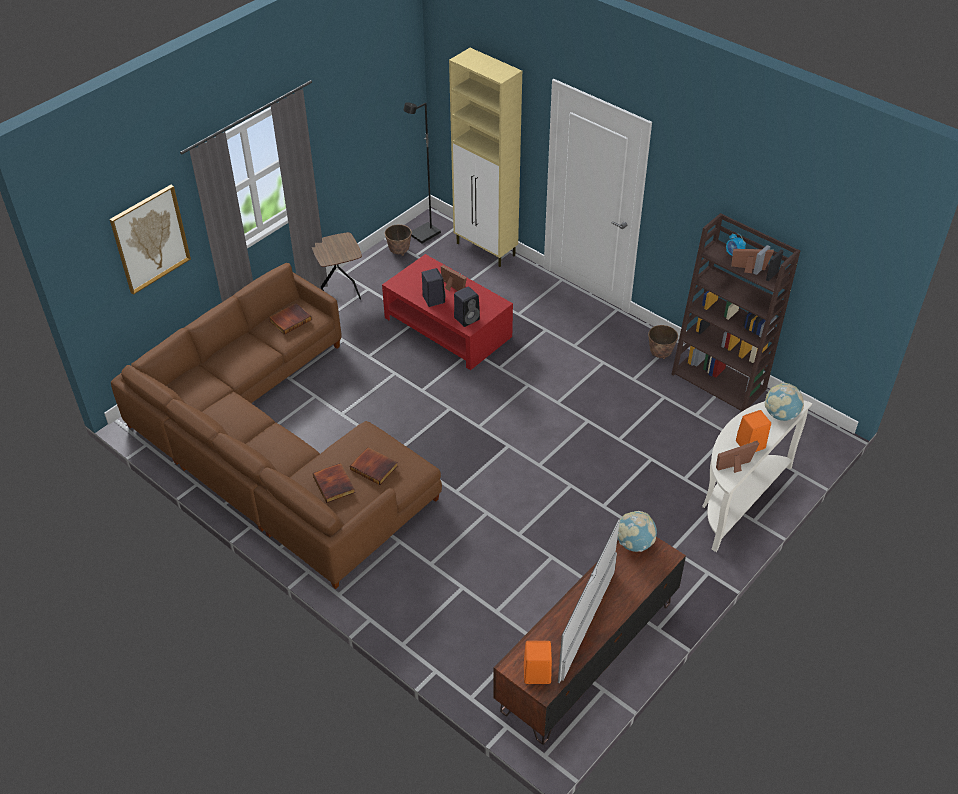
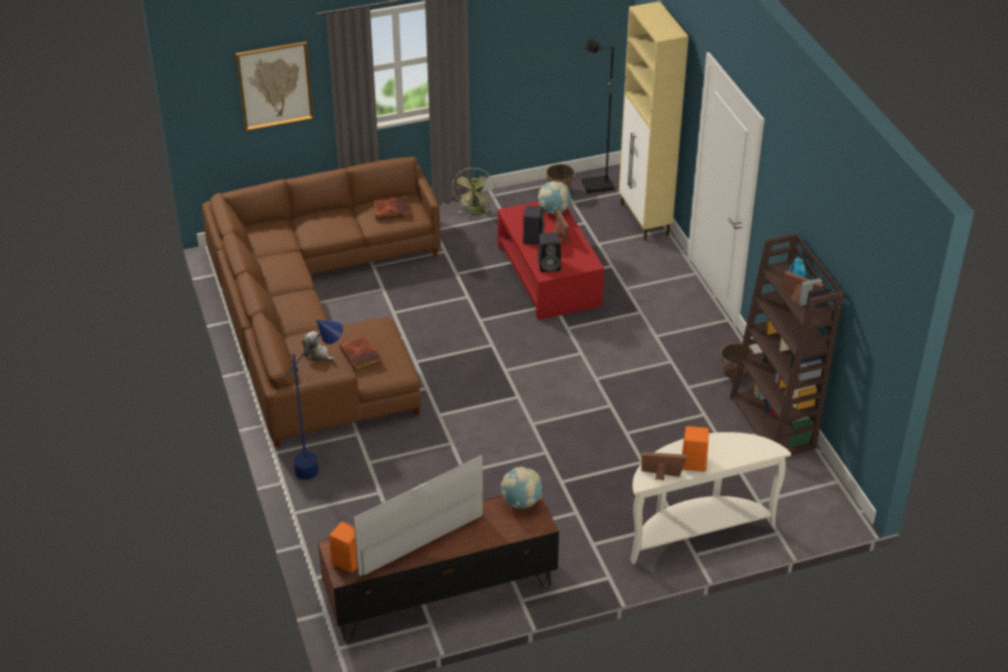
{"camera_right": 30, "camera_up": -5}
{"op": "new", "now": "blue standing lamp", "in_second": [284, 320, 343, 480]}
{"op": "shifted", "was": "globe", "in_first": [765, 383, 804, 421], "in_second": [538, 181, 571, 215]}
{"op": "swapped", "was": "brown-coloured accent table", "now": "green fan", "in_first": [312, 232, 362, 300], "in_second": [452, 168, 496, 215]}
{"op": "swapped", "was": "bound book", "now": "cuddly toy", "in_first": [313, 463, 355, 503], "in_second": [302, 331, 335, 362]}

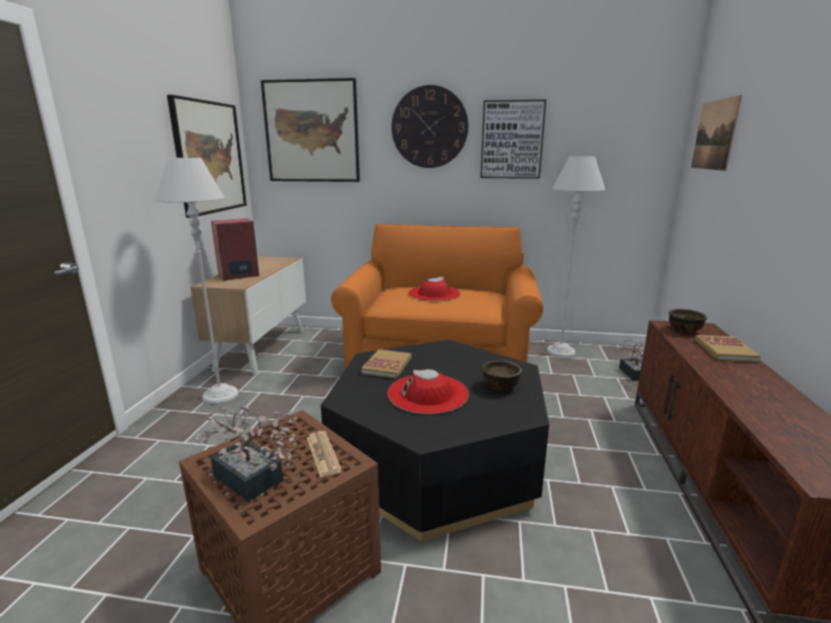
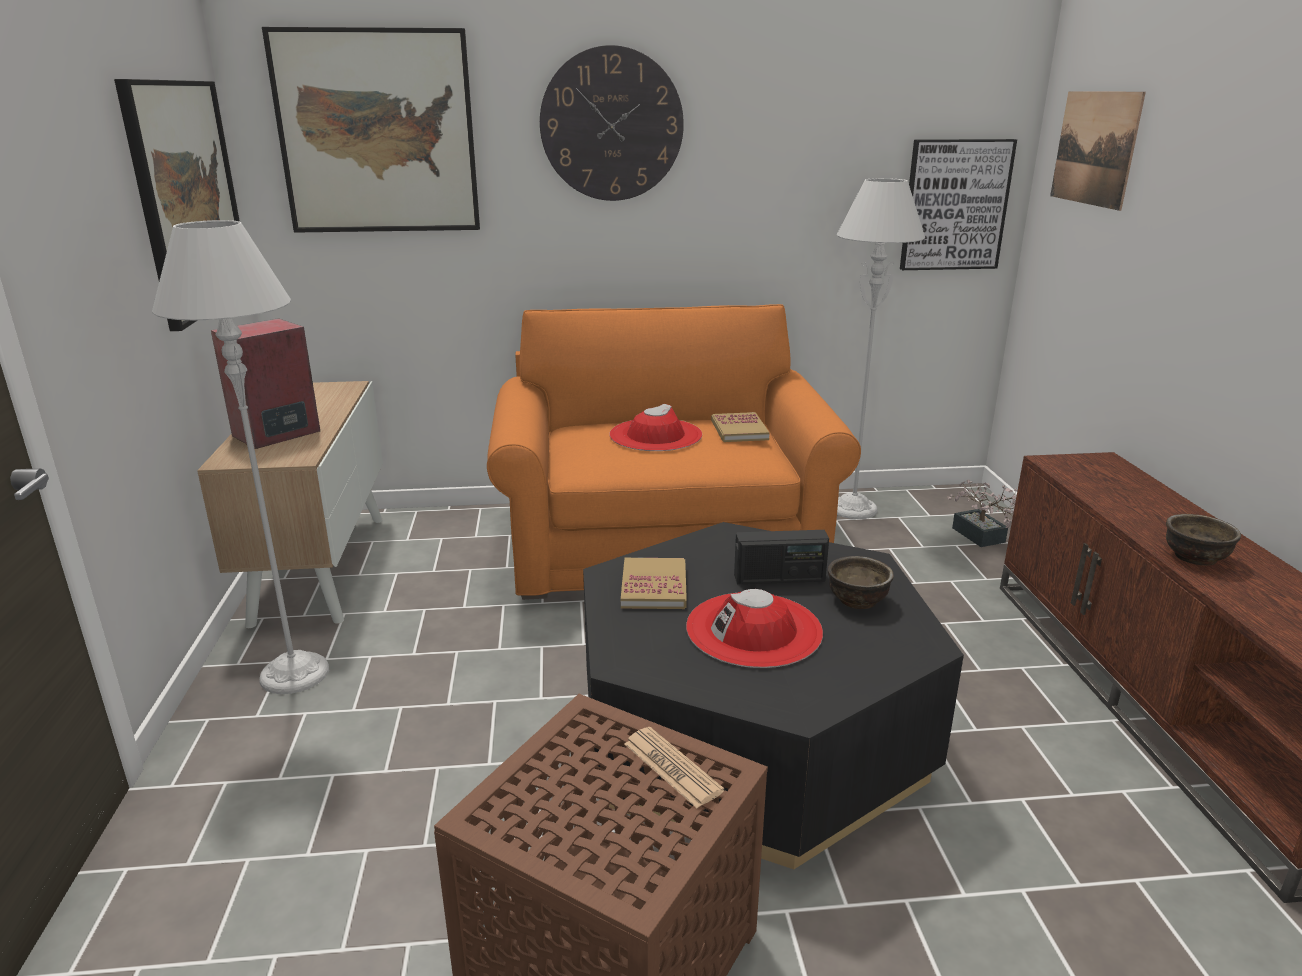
{"camera_right": -15, "camera_up": 5}
{"op": "gone", "was": "plant in a pot", "in_first": [194, 406, 298, 502]}
{"op": "new", "now": "radio receiver", "in_second": [734, 530, 829, 584]}
{"op": "shifted", "was": "wall picture", "in_first": [481, 100, 546, 178], "in_second": [900, 139, 1017, 270]}
{"op": "shifted", "was": "brown-coloured serving bowl", "in_first": [669, 309, 707, 334], "in_second": [1166, 514, 1241, 566]}
{"op": "shifted", "was": "bound book", "in_first": [695, 335, 761, 363], "in_second": [711, 412, 770, 442]}

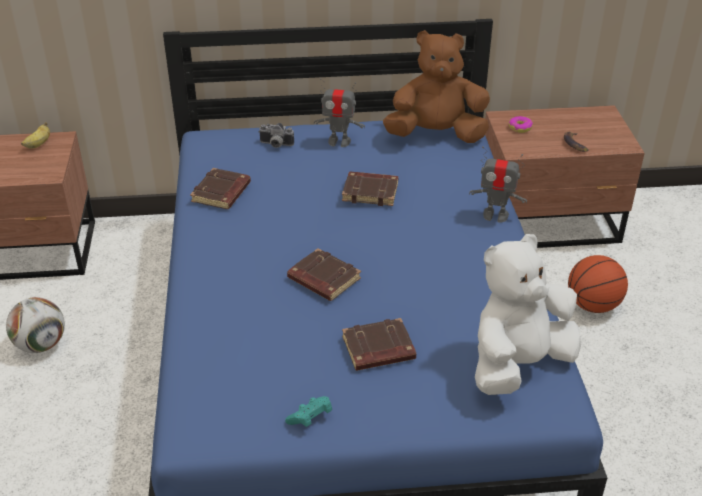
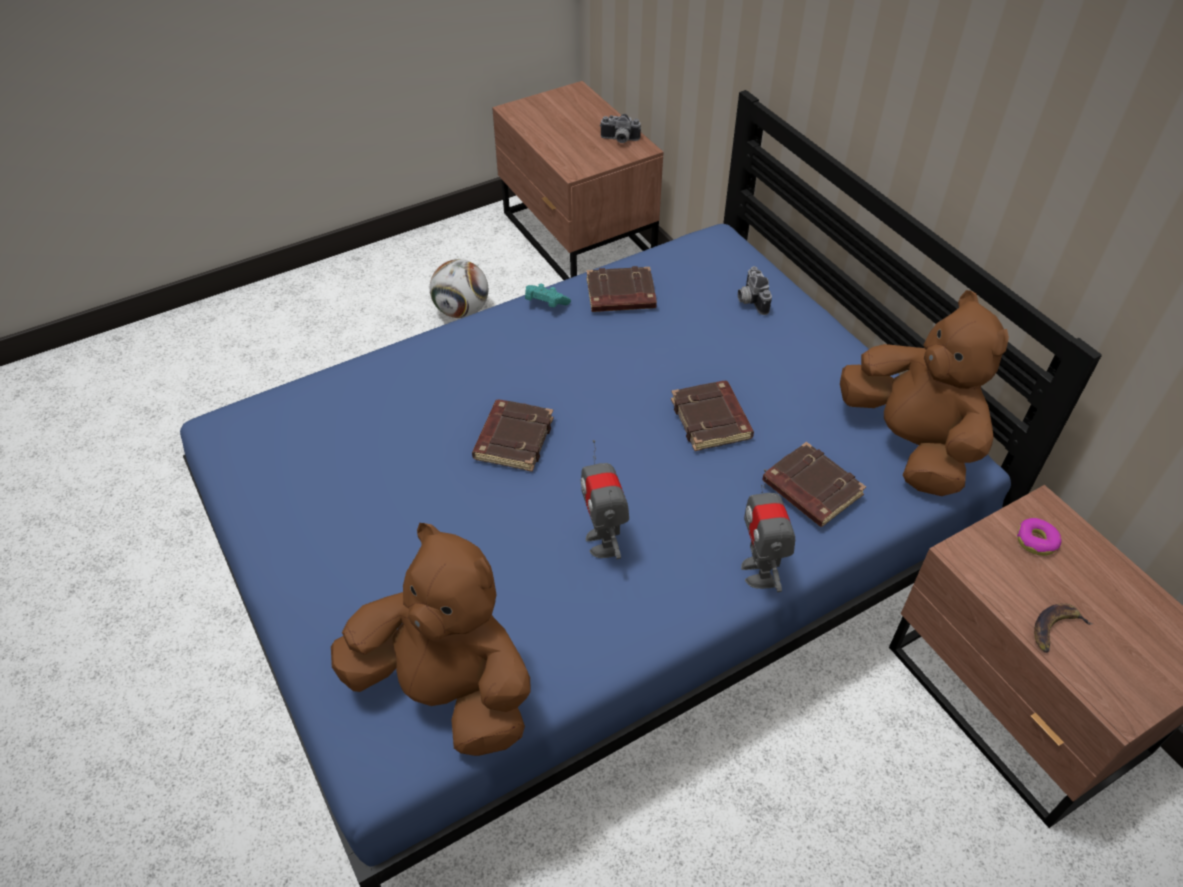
{"camera_right": 65, "camera_up": 10}
{"op": "gone", "was": "ball for basketball", "in_first": [568, 255, 628, 313]}
{"op": "shifted", "was": "turquoise gamepad", "in_first": [285, 396, 332, 427], "in_second": [525, 284, 571, 308]}
{"op": "shifted", "was": "toy robot", "in_first": [314, 78, 365, 147], "in_second": [581, 440, 629, 559]}
{"op": "shifted", "was": "brown-coloured bound book", "in_first": [342, 318, 416, 371], "in_second": [762, 442, 866, 527]}
{"op": "swapped", "was": "whole banana", "now": "photo camera", "in_first": [21, 122, 50, 149], "in_second": [600, 114, 641, 143]}
{"op": "repainted", "was": "white-coloured cuddly toy", "now": "brown-coloured cuddly toy", "in_first": [475, 234, 581, 395], "in_second": [331, 523, 530, 756]}

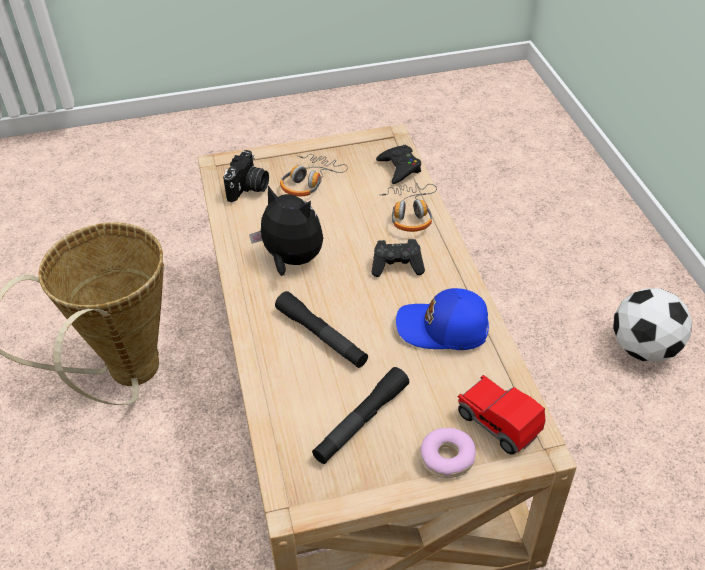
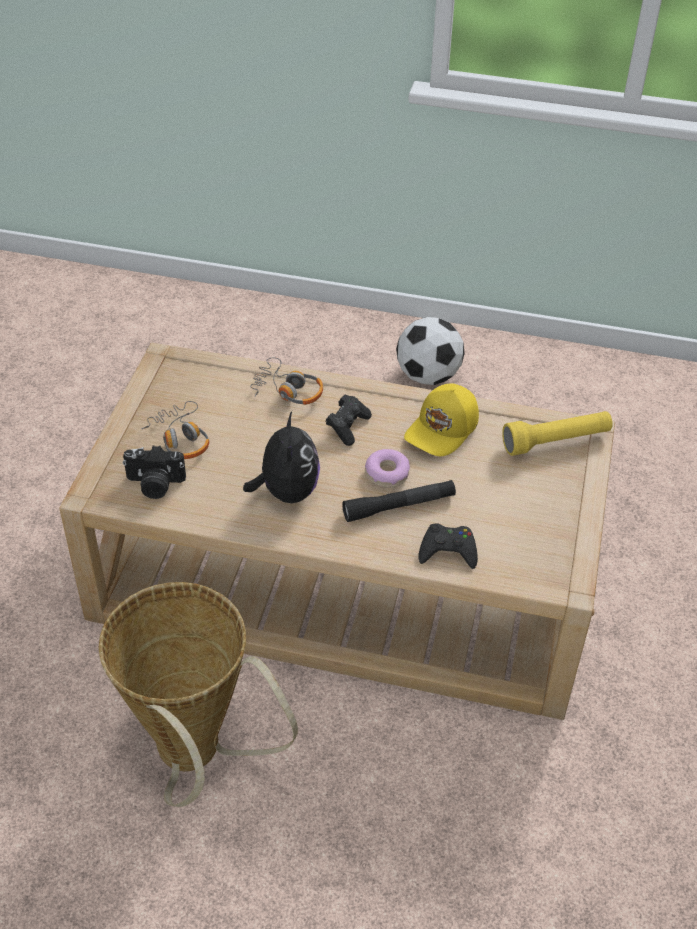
{"camera_right": -65, "camera_up": 0}
{"op": "gone", "was": "black-coloured torch", "in_first": [312, 367, 409, 464]}
{"op": "shifted", "was": "black-coloured gamepad", "in_first": [376, 145, 421, 184], "in_second": [418, 523, 478, 569]}
{"op": "shifted", "was": "donut", "in_first": [420, 428, 476, 478], "in_second": [365, 449, 410, 488]}
{"op": "swapped", "was": "model car", "now": "yellow torch", "in_first": [457, 375, 546, 455], "in_second": [502, 411, 613, 456]}
{"op": "repainted", "was": "blue peaked cap", "now": "yellow peaked cap", "in_first": [396, 288, 489, 350], "in_second": [404, 383, 479, 456]}
{"op": "rotated", "was": "photo camera", "in_first": [223, 150, 269, 202], "in_second": [122, 445, 186, 499], "clockwise": 135}
{"op": "rotated", "was": "cuddly toy", "in_first": [249, 186, 323, 276], "in_second": [243, 411, 320, 503], "clockwise": 120}

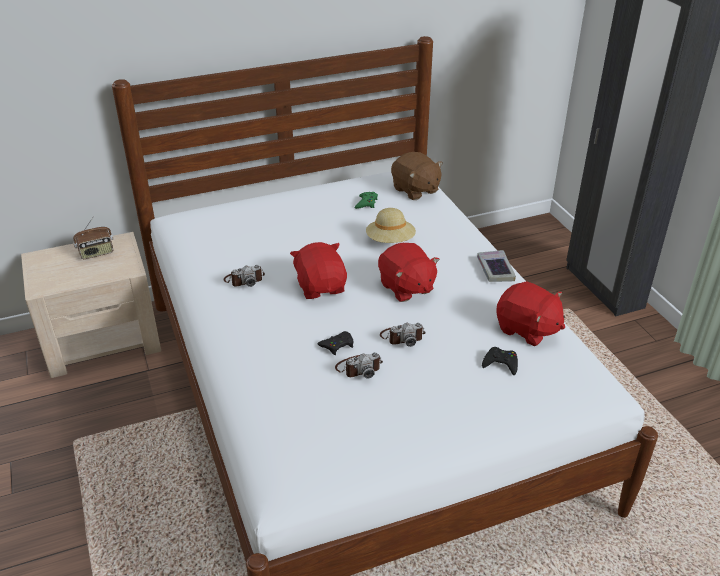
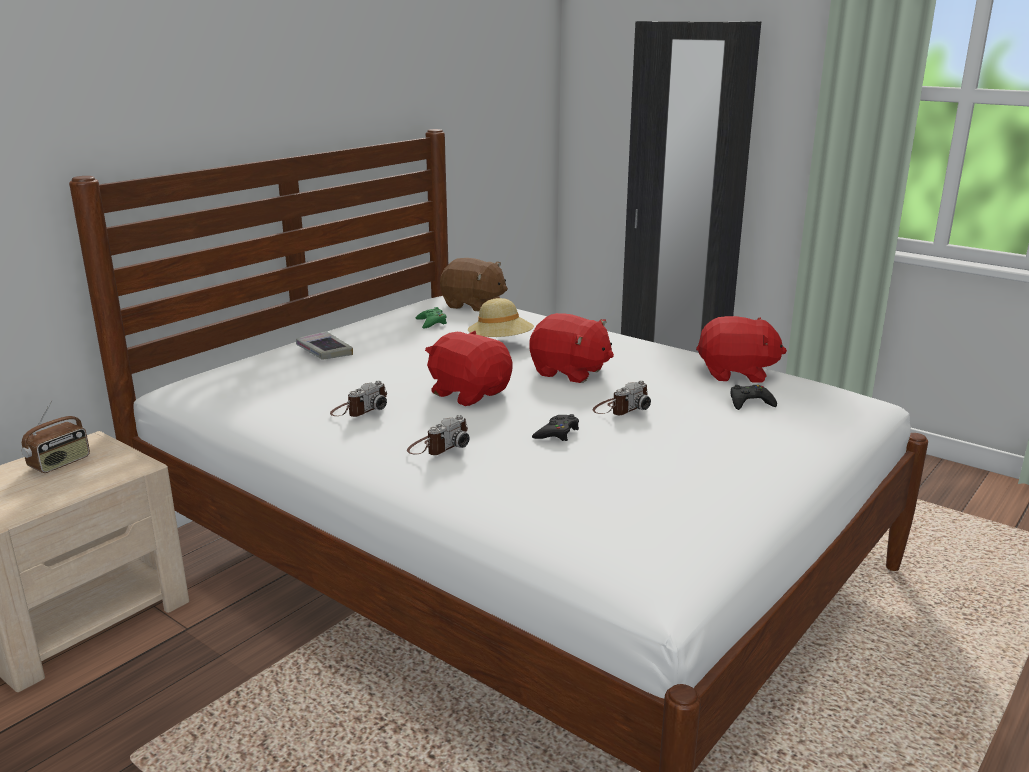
{"camera_right": -30, "camera_up": -15}
{"op": "shifted", "was": "photo camera", "in_first": [335, 352, 383, 379], "in_second": [407, 415, 469, 455]}
{"op": "shifted", "was": "bound book", "in_first": [477, 250, 516, 282], "in_second": [296, 331, 353, 359]}

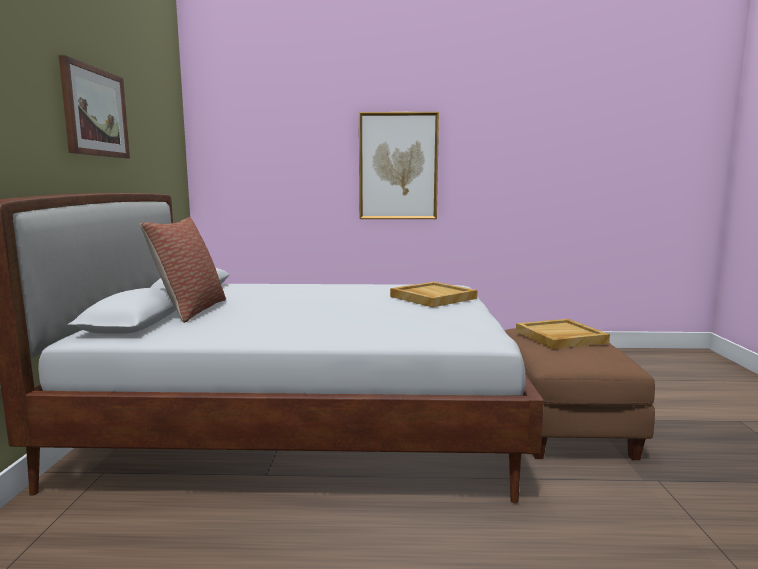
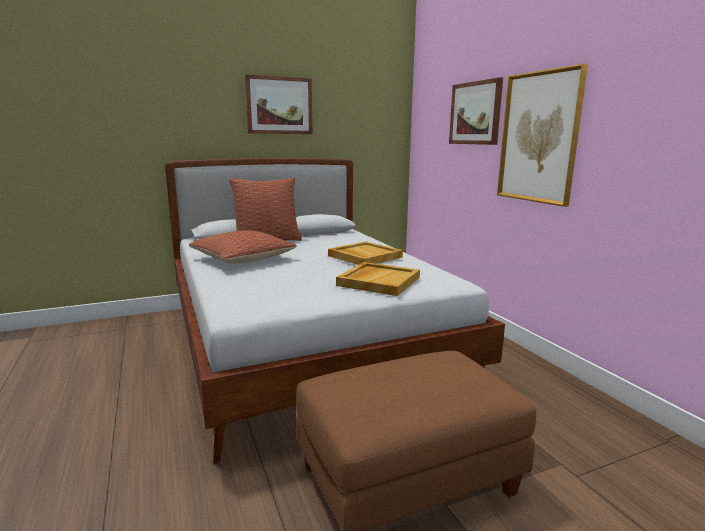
{"camera_right": 65, "camera_up": 5}
{"op": "new", "now": "cushion", "in_second": [189, 230, 297, 264]}
{"op": "new", "now": "wall picture", "in_second": [449, 77, 503, 145]}
{"op": "shifted", "was": "beige-coloured carrying tray", "in_first": [516, 319, 610, 349], "in_second": [328, 241, 403, 265]}

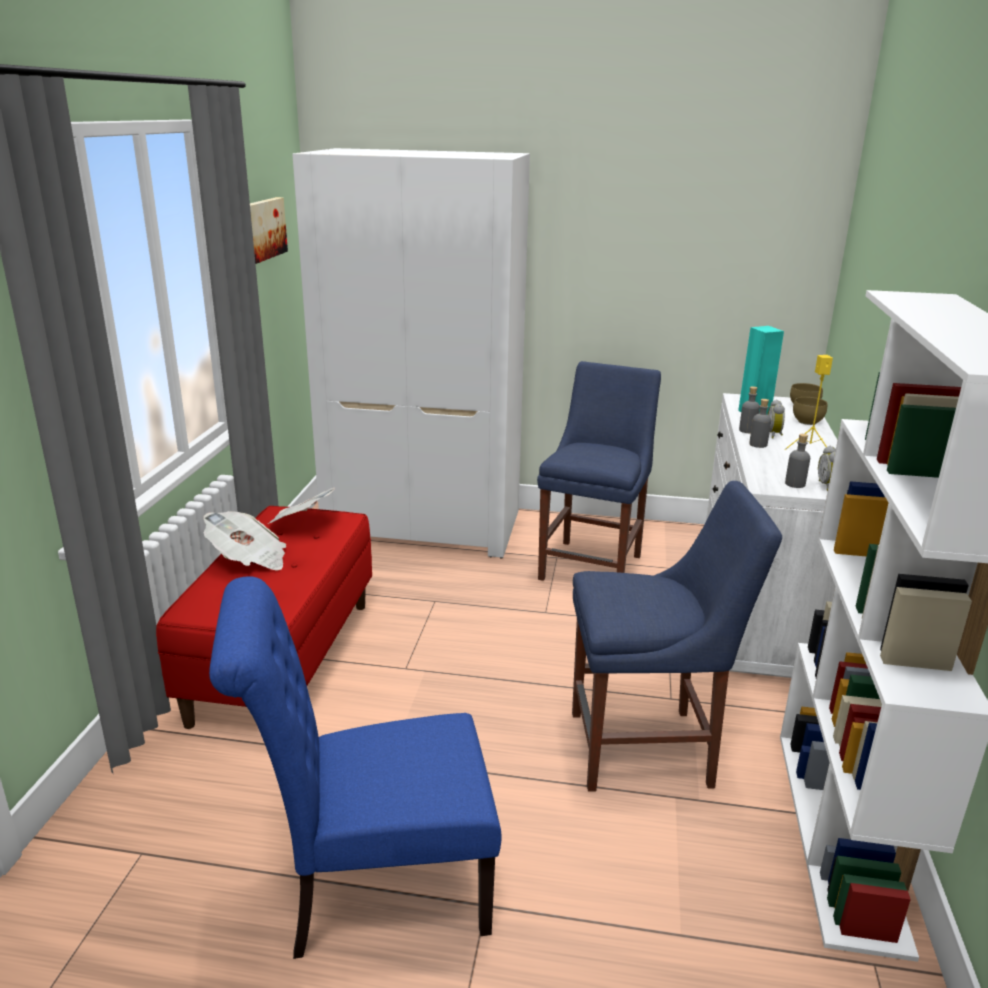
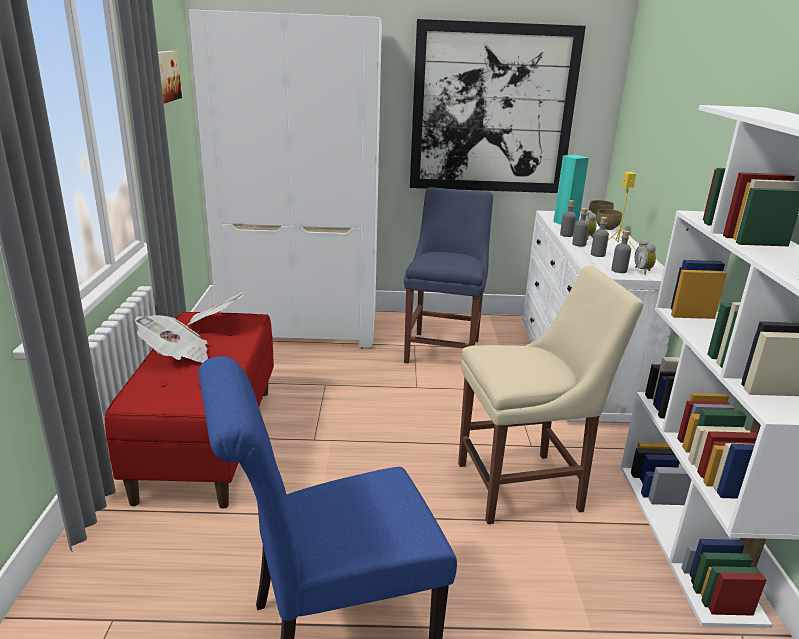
{"camera_right": -10, "camera_up": 0}
{"op": "new", "now": "wall picture", "in_second": [410, 19, 586, 193]}
{"op": "new", "now": "gray beverage bottle", "in_second": [591, 217, 609, 257]}
{"op": "repainted", "was": "blue upright chair", "now": "beige-coloured upright chair", "in_first": [572, 481, 782, 792], "in_second": [458, 266, 644, 524]}

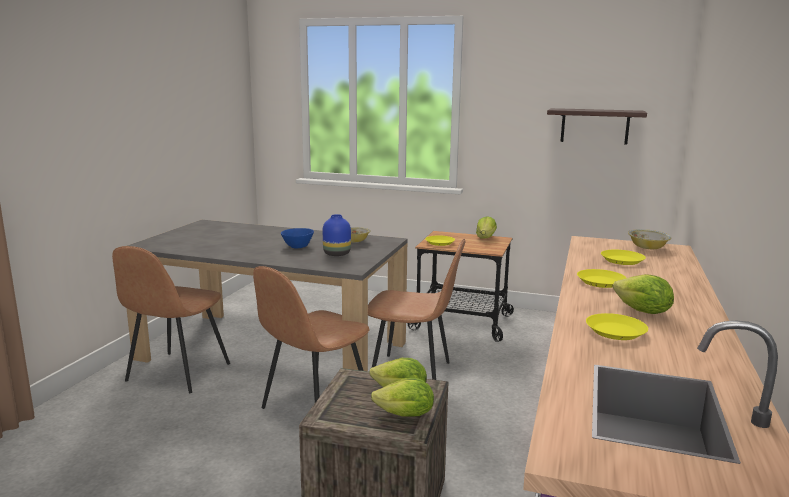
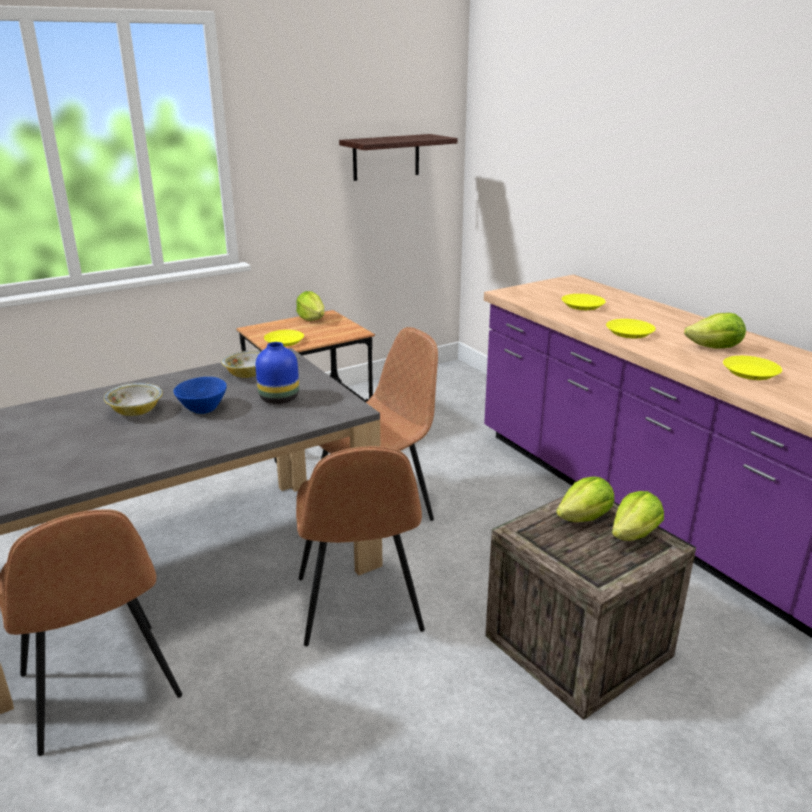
{"camera_right": -50, "camera_up": 10}
{"op": "shifted", "was": "serving bowl", "in_first": [628, 229, 671, 249], "in_second": [104, 383, 163, 416]}

